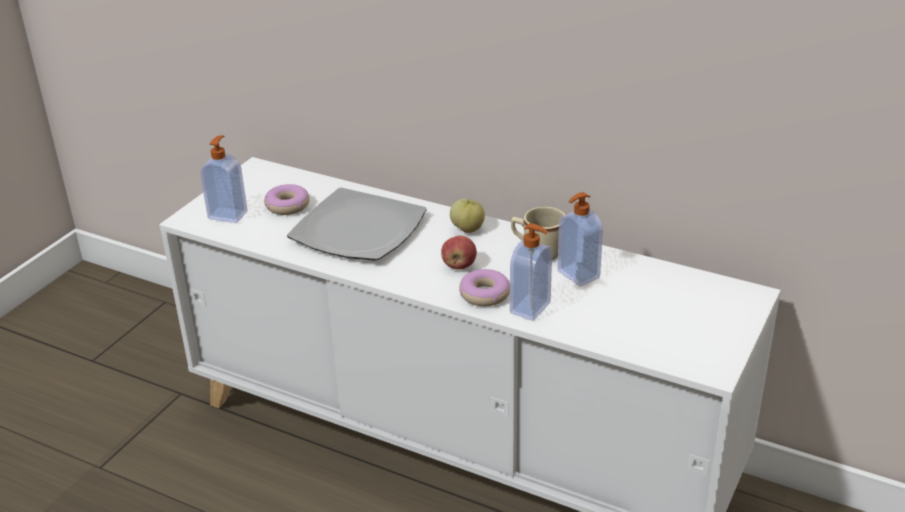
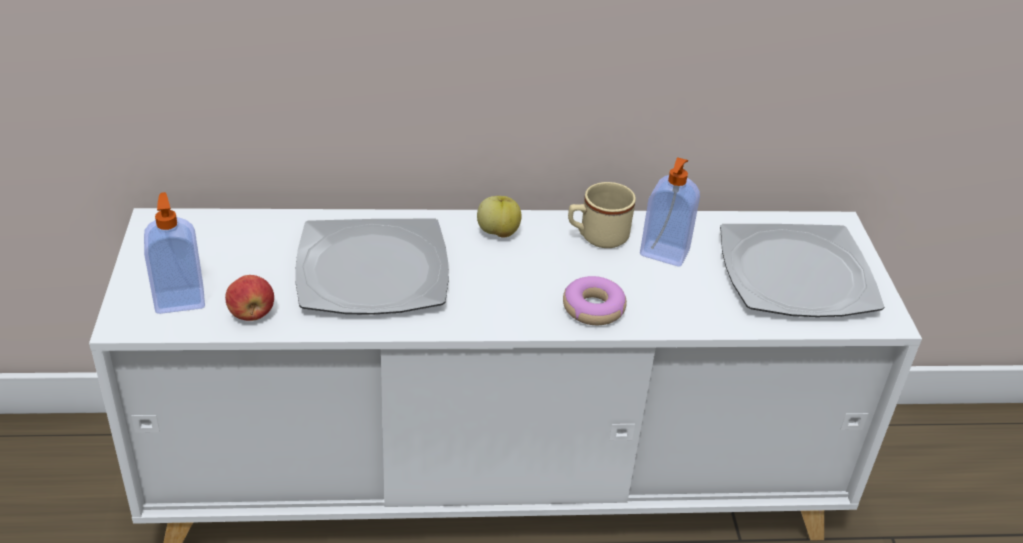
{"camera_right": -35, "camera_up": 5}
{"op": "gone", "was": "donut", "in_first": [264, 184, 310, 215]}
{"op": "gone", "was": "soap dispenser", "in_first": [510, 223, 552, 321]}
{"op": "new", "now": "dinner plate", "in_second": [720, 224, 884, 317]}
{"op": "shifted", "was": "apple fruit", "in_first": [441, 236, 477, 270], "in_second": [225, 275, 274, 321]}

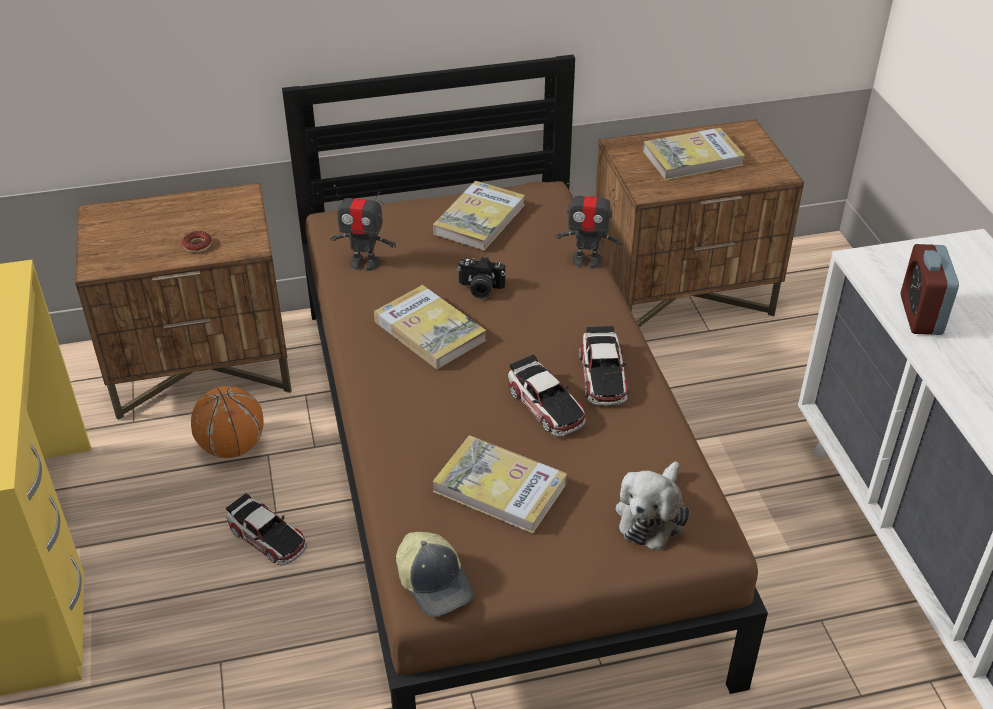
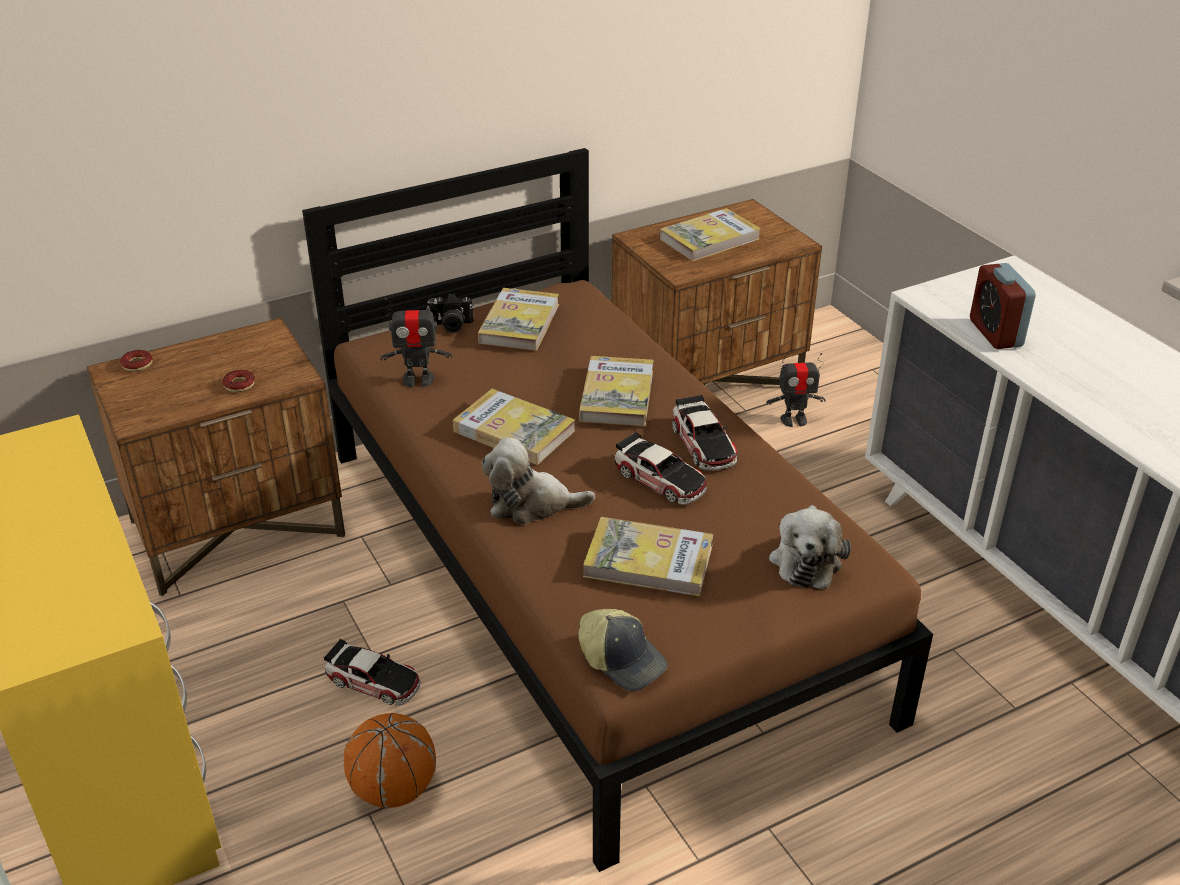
{"camera_right": -15, "camera_up": -5}
{"op": "new", "now": "donut", "in_second": [120, 350, 153, 372]}
{"op": "new", "now": "cuddly toy", "in_second": [482, 438, 595, 525]}
{"op": "new", "now": "bound book", "in_second": [579, 356, 654, 426]}
{"op": "shifted", "was": "ball for basketball", "in_first": [191, 386, 264, 458], "in_second": [344, 713, 436, 808]}
{"op": "shifted", "was": "photo camera", "in_first": [457, 257, 505, 298], "in_second": [426, 293, 474, 333]}
{"op": "shifted", "was": "toy robot", "in_first": [555, 183, 622, 269], "in_second": [766, 353, 825, 427]}

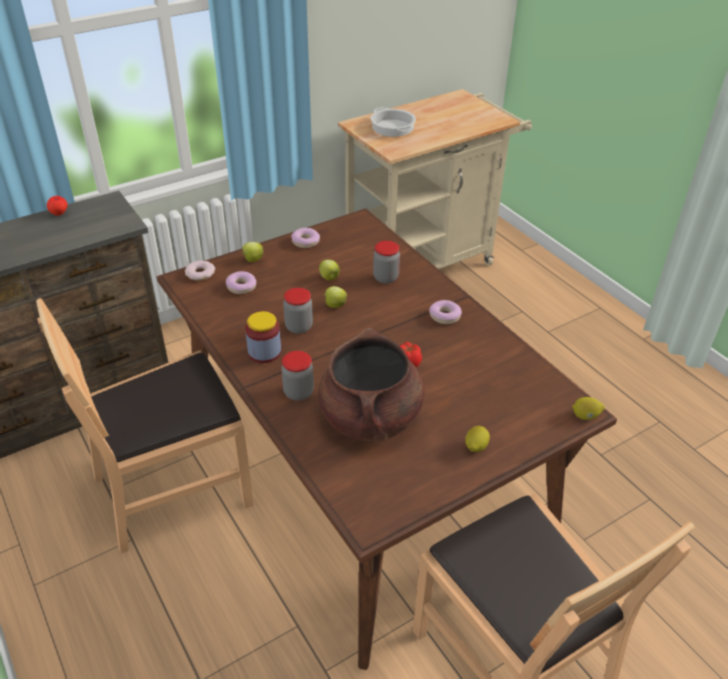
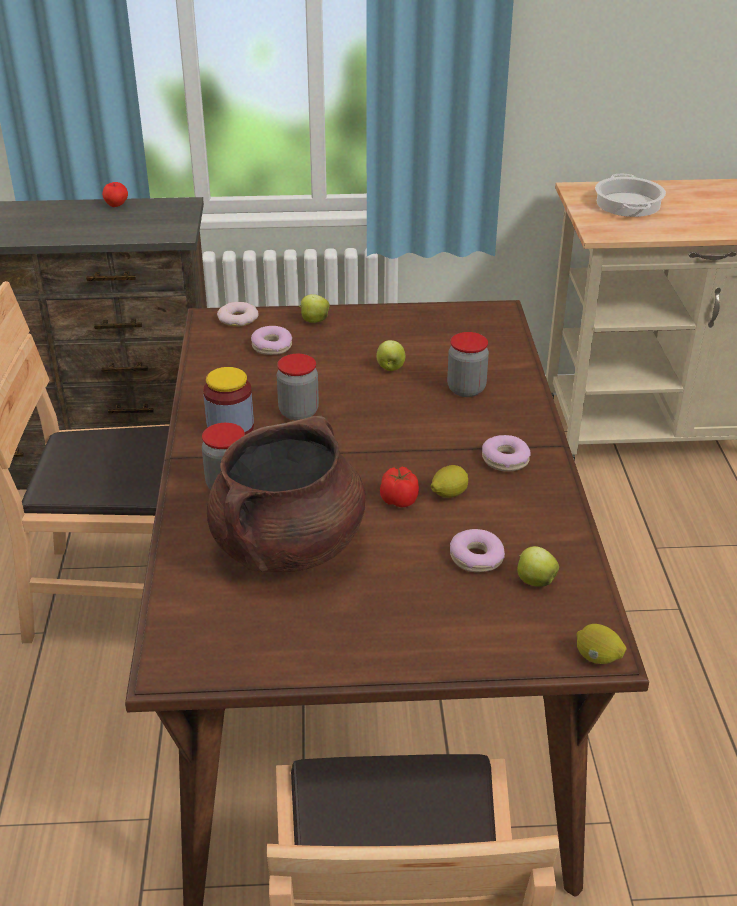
{"camera_right": 30, "camera_up": -5}
{"op": "shifted", "was": "donut", "in_first": [291, 228, 320, 248], "in_second": [450, 529, 505, 572]}
{"op": "shifted", "was": "apple fruit", "in_first": [324, 286, 347, 308], "in_second": [517, 546, 559, 587]}
{"op": "shifted", "was": "lemon", "in_first": [465, 426, 490, 452], "in_second": [431, 465, 468, 498]}

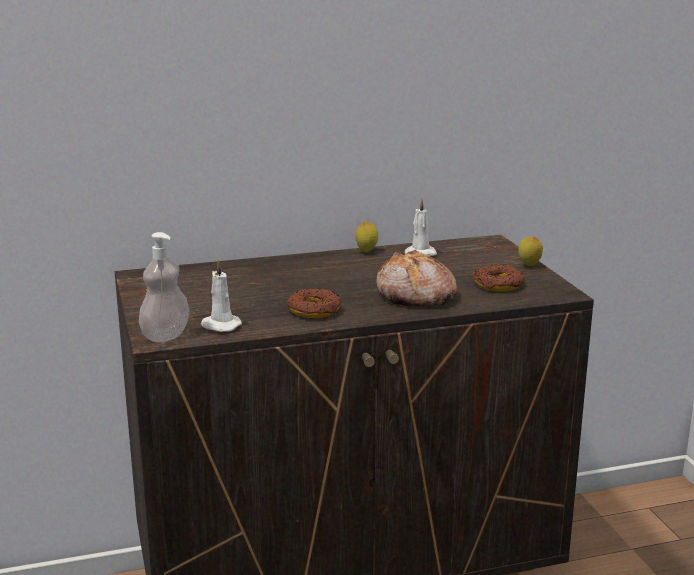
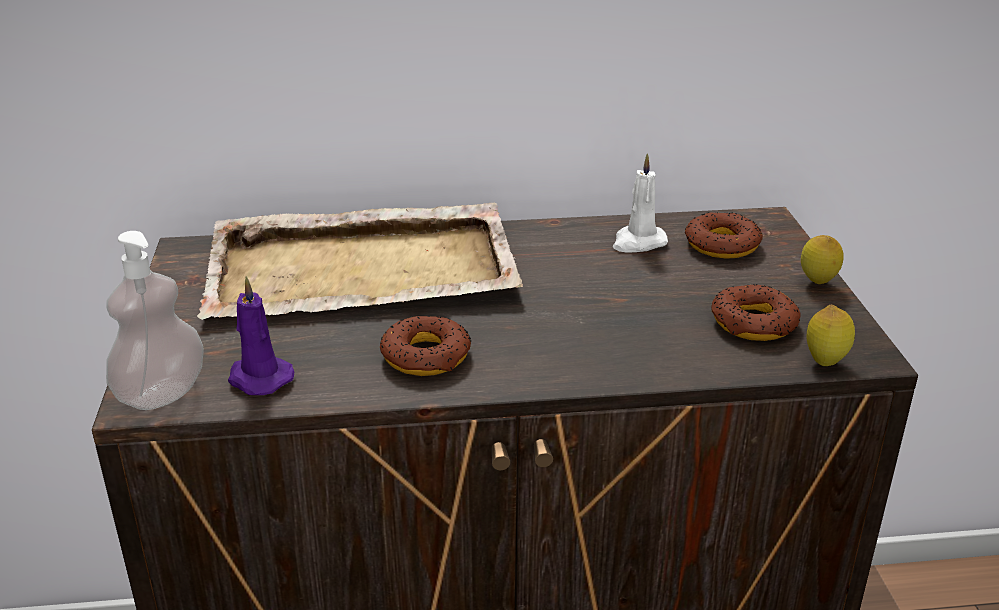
{"camera_right": 10, "camera_up": 10}
{"op": "gone", "was": "bakery bread", "in_first": [376, 250, 457, 306]}
{"op": "new", "now": "beige-coloured carrying tray", "in_second": [197, 203, 523, 320]}
{"op": "new", "now": "donut", "in_second": [685, 212, 763, 259]}
{"op": "shifted", "was": "lemon", "in_first": [355, 221, 378, 253], "in_second": [806, 305, 855, 366]}
{"op": "repainted", "was": "white-coloured wax light", "now": "purple-coloured wax light", "in_first": [201, 259, 242, 332], "in_second": [228, 276, 294, 395]}

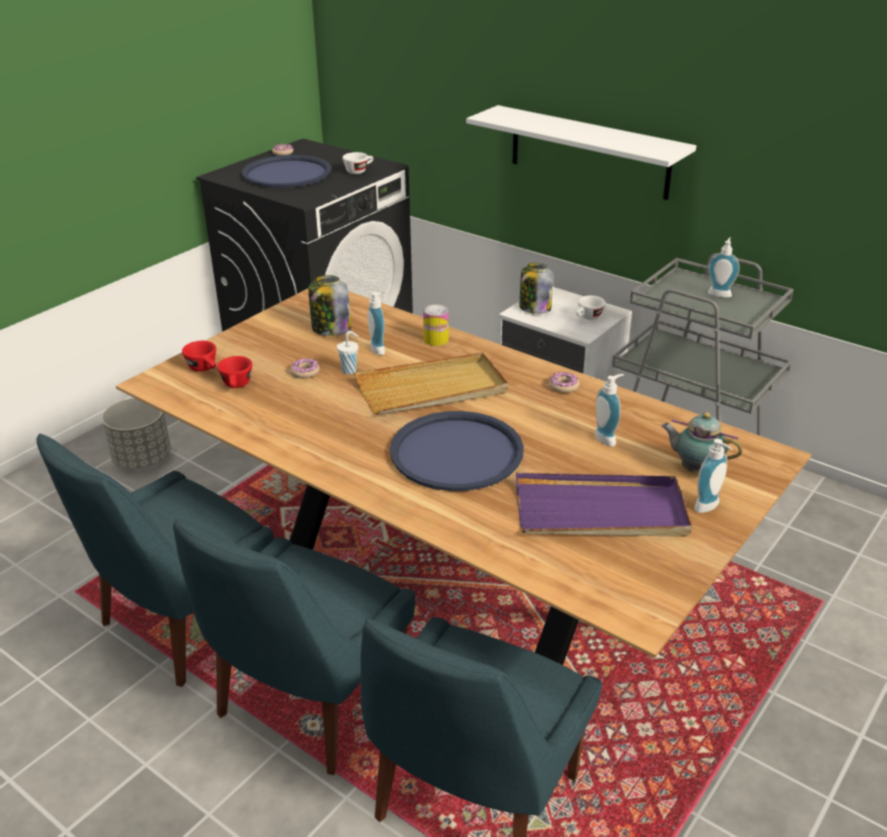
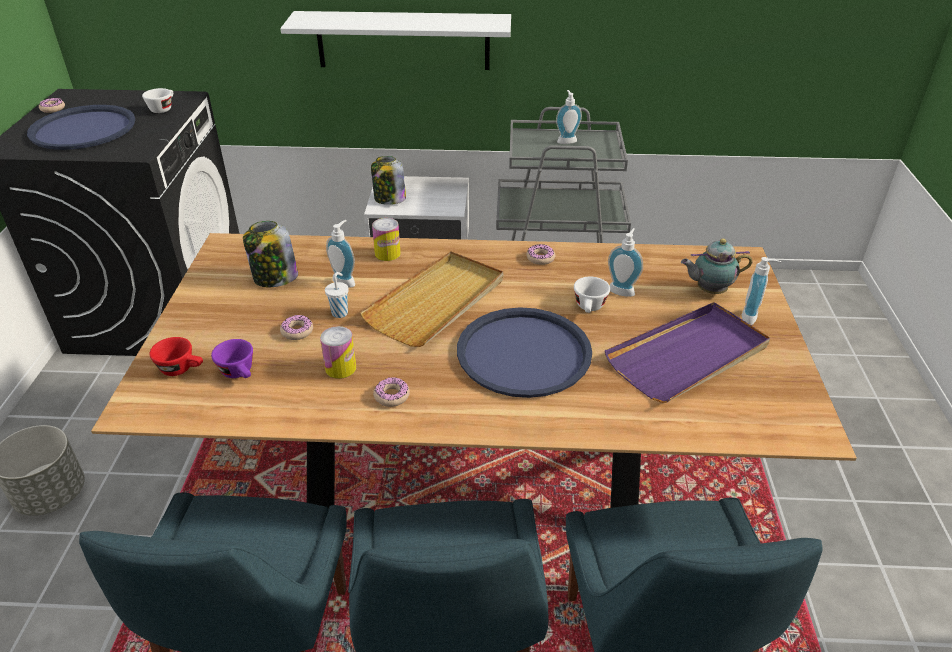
{"camera_right": -35, "camera_up": 5}
{"op": "new", "now": "sealed can", "in_second": [320, 326, 356, 379]}
{"op": "new", "now": "donut", "in_second": [373, 377, 410, 407]}
{"op": "shifted", "was": "white-coloured drinking cup", "in_first": [576, 296, 605, 320], "in_second": [574, 277, 610, 313]}
{"op": "repainted", "was": "red drinking cup", "now": "purple-coloured drinking cup", "in_first": [217, 356, 252, 388], "in_second": [211, 339, 253, 378]}

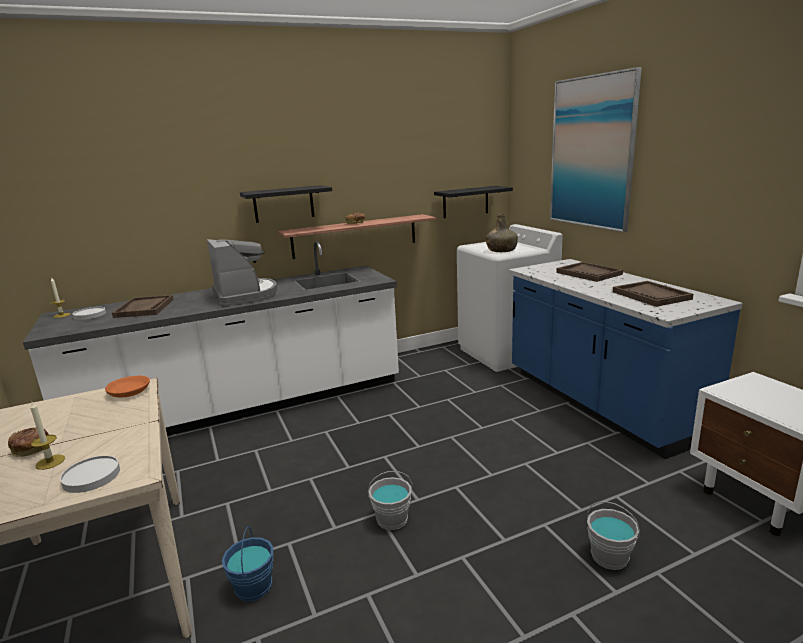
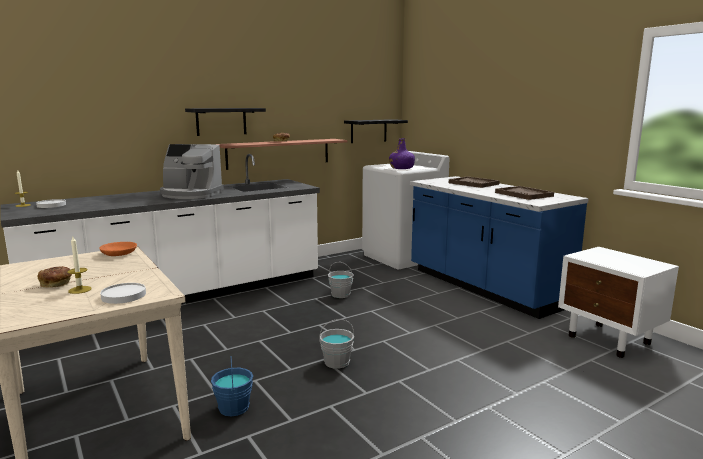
{"camera_right": -10, "camera_up": -5}
{"op": "gone", "was": "brown-coloured carrying tray", "in_first": [112, 295, 174, 318]}
{"op": "gone", "was": "wall picture", "in_first": [550, 67, 642, 232]}
{"op": "shifted", "was": "gray pail", "in_first": [587, 501, 640, 570], "in_second": [328, 262, 354, 298]}
{"op": "repainted", "was": "green beverage bottle", "now": "purple-coloured beverage bottle", "in_first": [486, 214, 518, 252], "in_second": [389, 138, 415, 169]}
{"op": "rotated", "was": "coffee machine", "in_first": [207, 239, 277, 306], "in_second": [160, 144, 224, 199], "clockwise": 135}

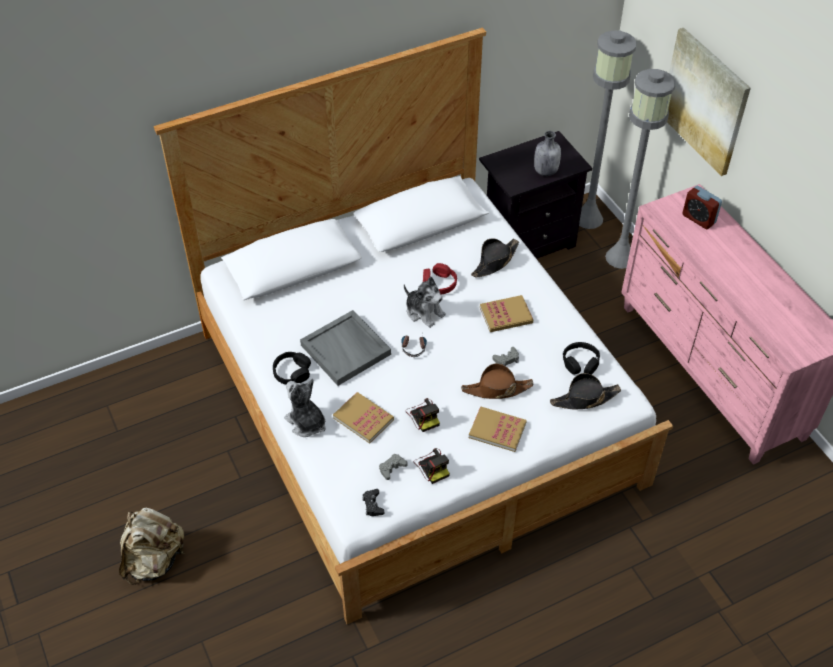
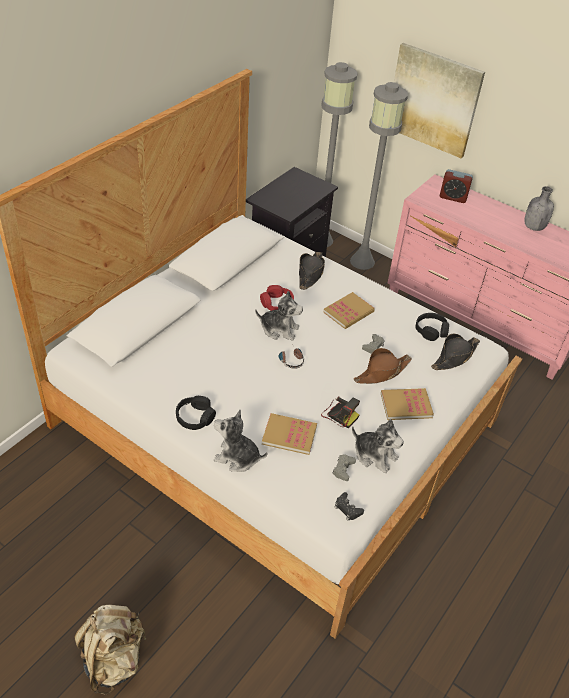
{"camera_right": -30, "camera_up": -5}
{"op": "gone", "was": "gray carrying tray", "in_first": [300, 310, 391, 386]}
{"op": "shifted", "was": "gray beverage bottle", "in_first": [534, 131, 561, 176], "in_second": [524, 186, 554, 231]}
{"op": "swapped", "was": "photo camera", "now": "cuddly toy", "in_first": [414, 448, 450, 484], "in_second": [352, 419, 404, 473]}

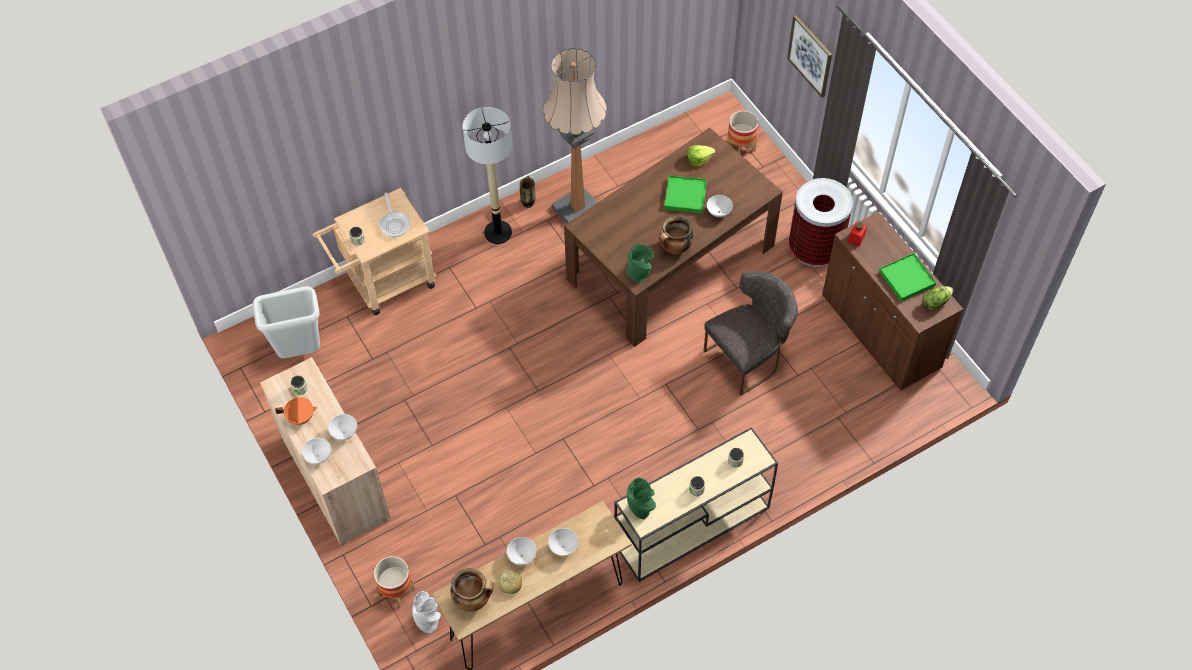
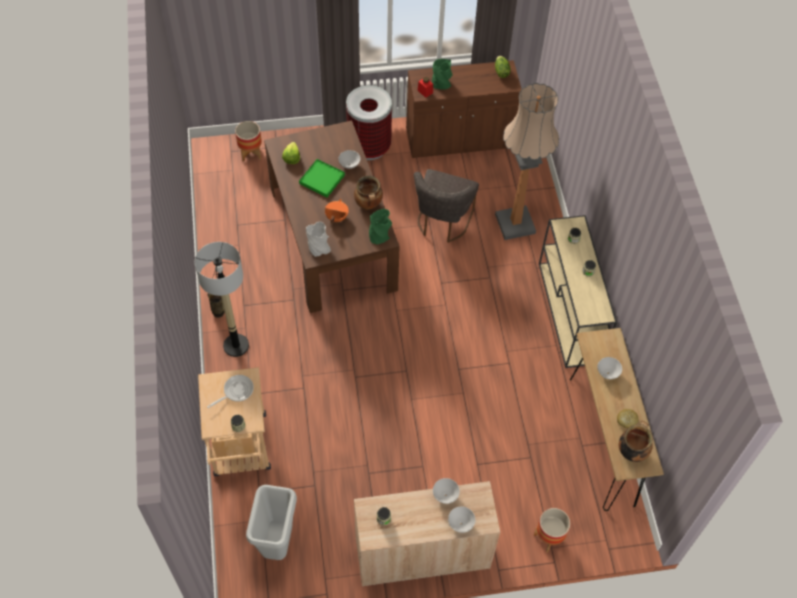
{"camera_right": -70, "camera_up": 0}
{"op": "gone", "was": "white-coloured serving bowl", "in_first": [507, 537, 537, 565]}
{"op": "gone", "was": "wall picture", "in_first": [787, 15, 832, 98]}
{"op": "gone", "was": "green carrying tray", "in_first": [879, 253, 936, 301]}
{"op": "shifted", "was": "orange cooking pot", "in_first": [275, 397, 317, 425], "in_second": [325, 199, 349, 224]}
{"op": "shifted", "was": "gray decorative vase", "in_first": [412, 591, 441, 633], "in_second": [306, 221, 331, 257]}
{"op": "shifted", "was": "standing lamp", "in_first": [543, 48, 607, 224], "in_second": [495, 83, 559, 240]}
{"op": "shifted", "was": "green decorative vase", "in_first": [627, 478, 656, 520], "in_second": [432, 59, 452, 89]}
{"op": "rotated", "was": "frying pan", "in_first": [379, 193, 410, 237], "in_second": [207, 375, 254, 408], "clockwise": -45}
{"op": "rotated", "was": "gray upright chair", "in_first": [704, 271, 798, 396], "in_second": [414, 169, 479, 243], "clockwise": -150}

